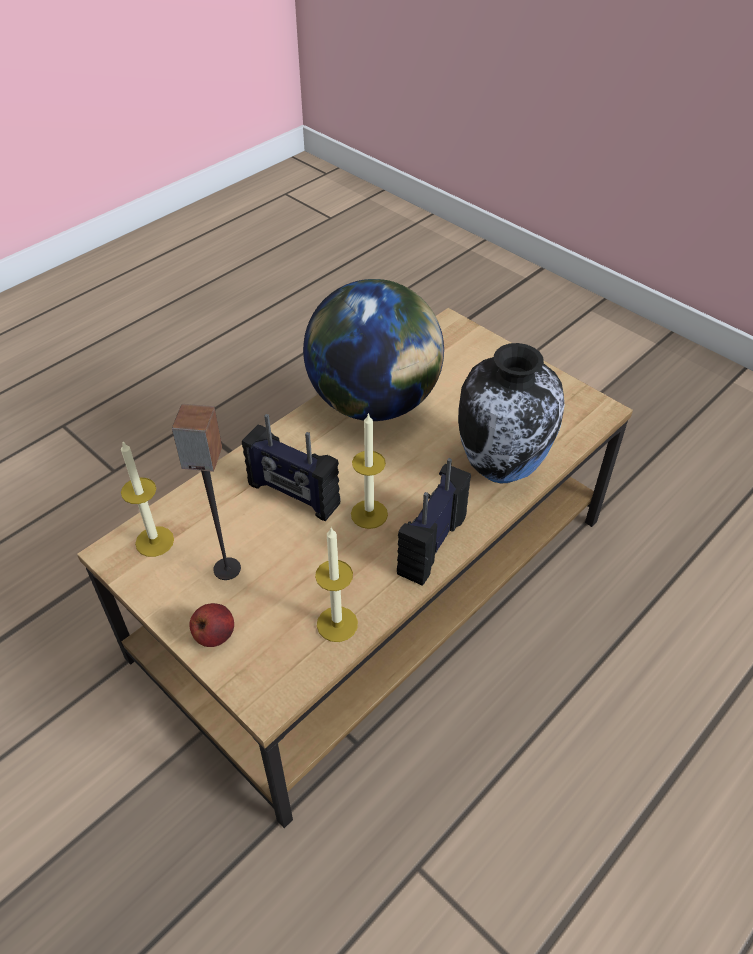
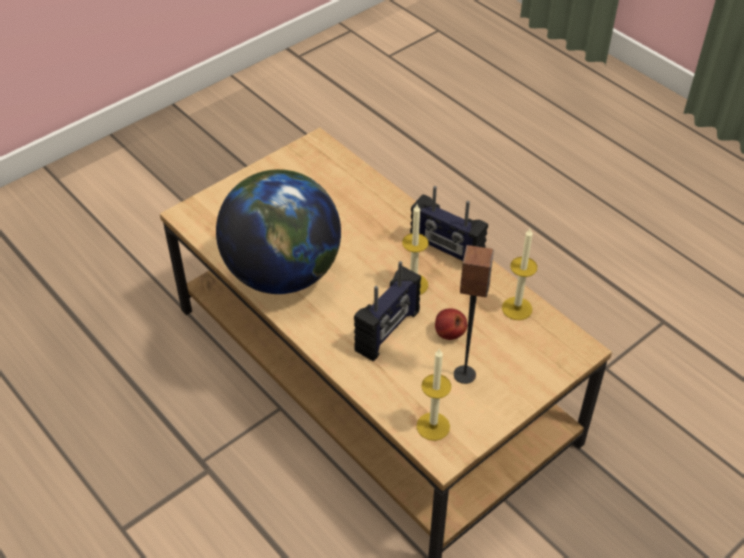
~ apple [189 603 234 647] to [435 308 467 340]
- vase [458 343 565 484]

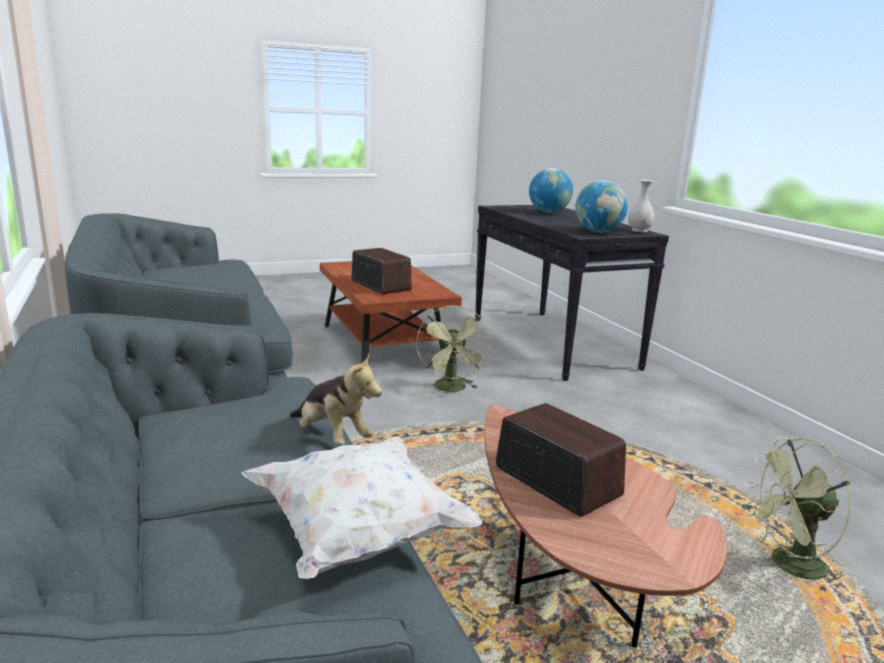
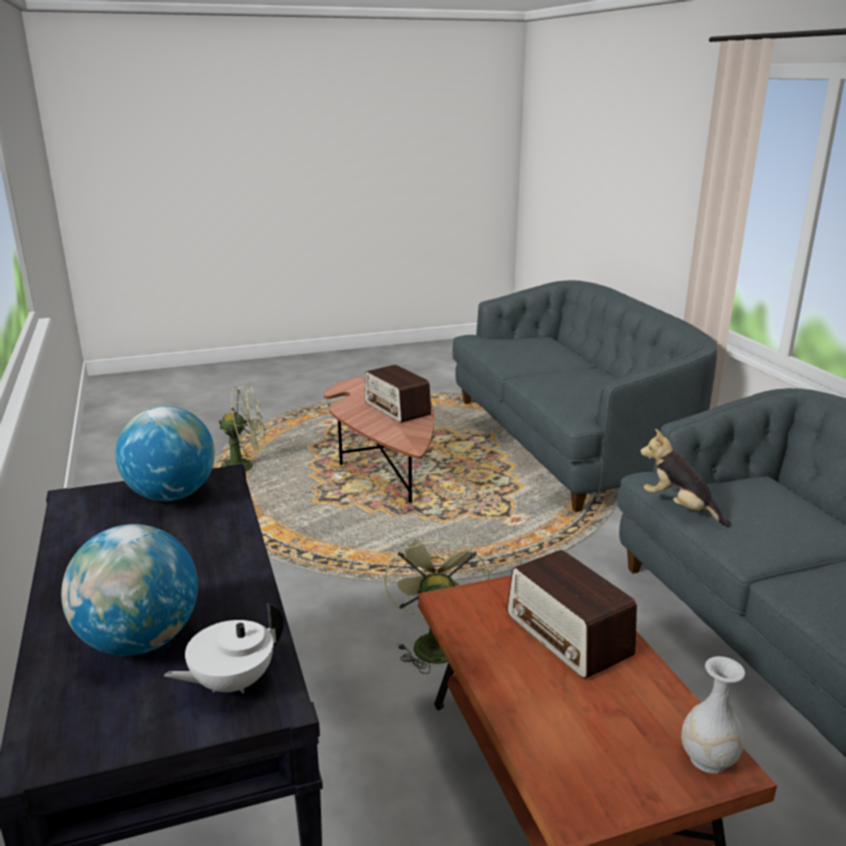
- white pillow [242 436 483 579]
~ plush toy [290 354 382 445] to [640 429 731 527]
~ white vase [628 180 655 232] to [681 656 745 774]
+ white teapot [164 603 284 694]

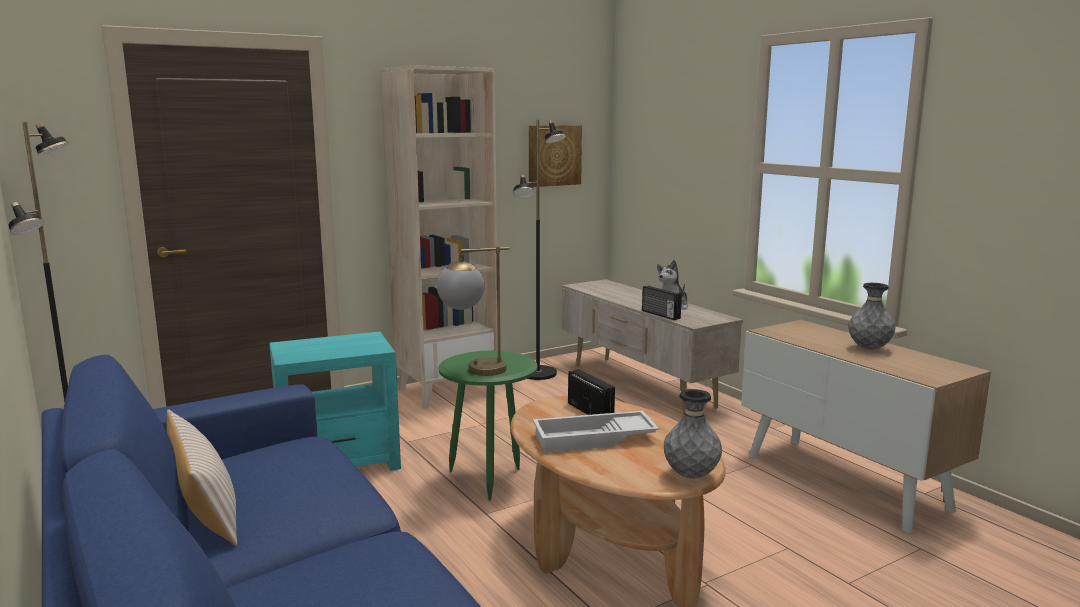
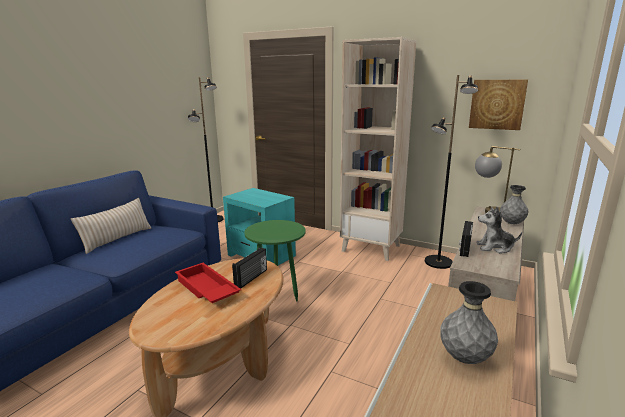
~ table lamp [437 246 509 376] to [475 146 520 213]
~ white tray [533 411 659 453] to red tray [175 263 241 303]
~ grey vase [664 389 722 479] to [500 185 529 224]

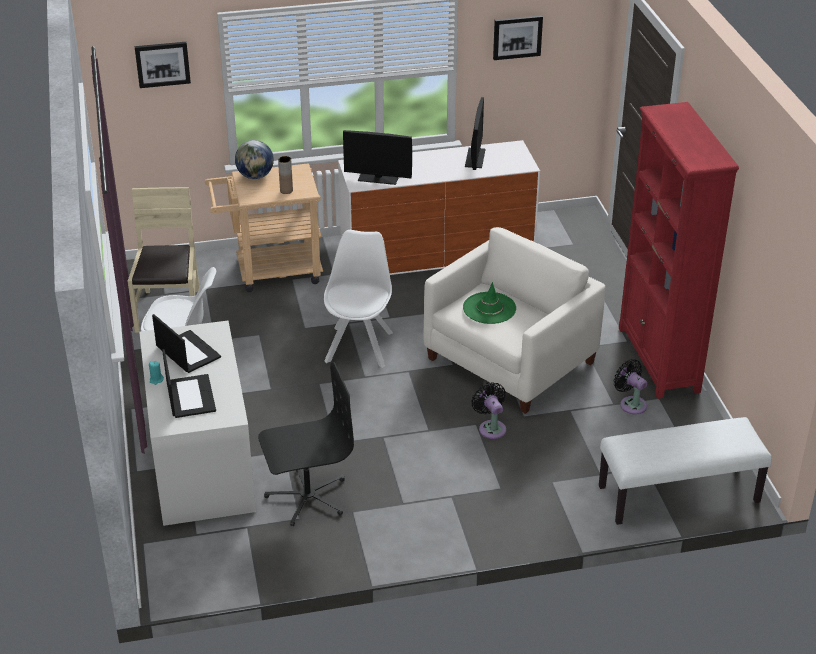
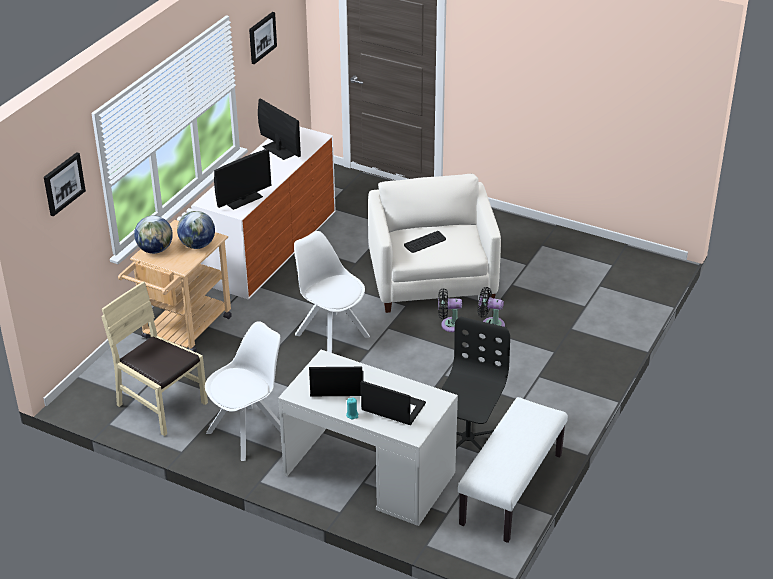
~ brown vase [278 156 293 194] to globe [177 211 215 249]
~ green hat [463 282 516 324] to keyboard [404 231 446 253]
~ white bench [599 417 772 525] to [458 397 568 543]
~ black fan [614 359 647 414] to [438 288 462 332]
- red bookcase [619 102 739 399]

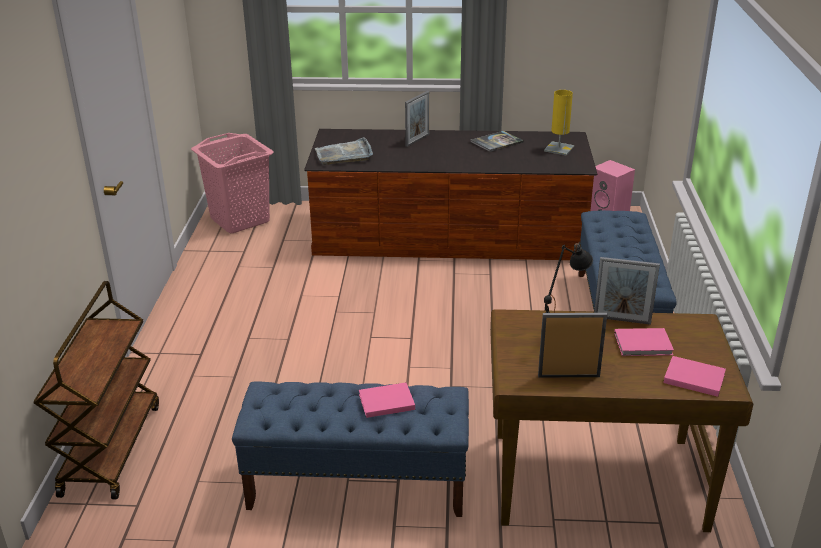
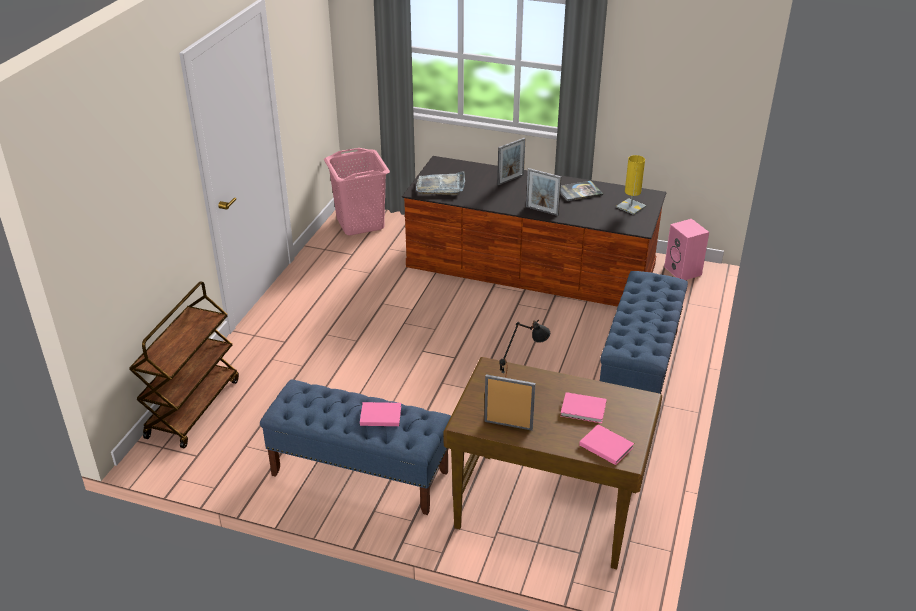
~ picture frame [594 257 660 325] to [526 168 561 216]

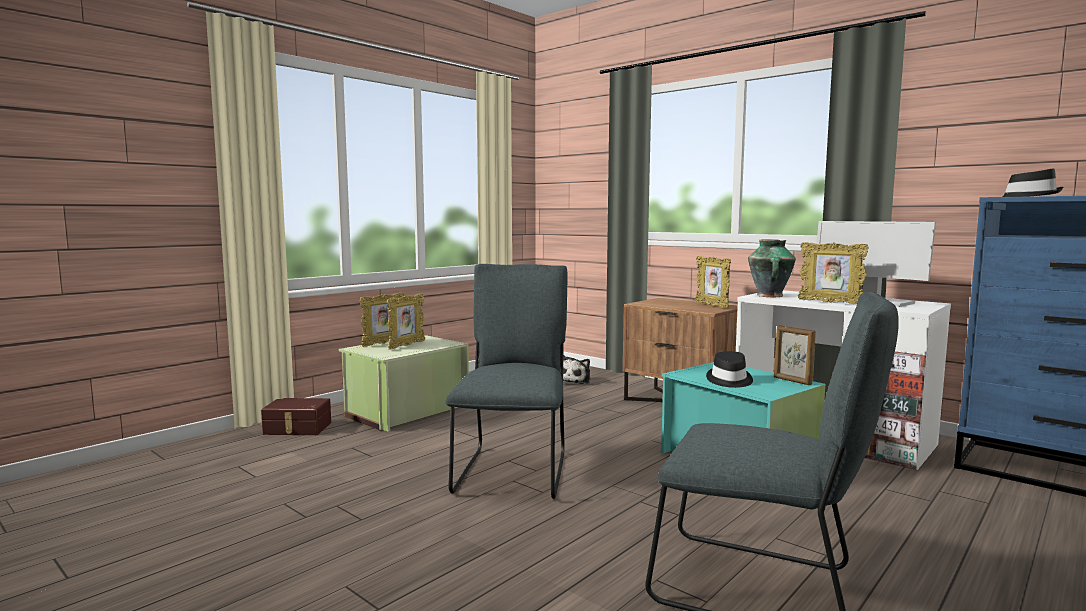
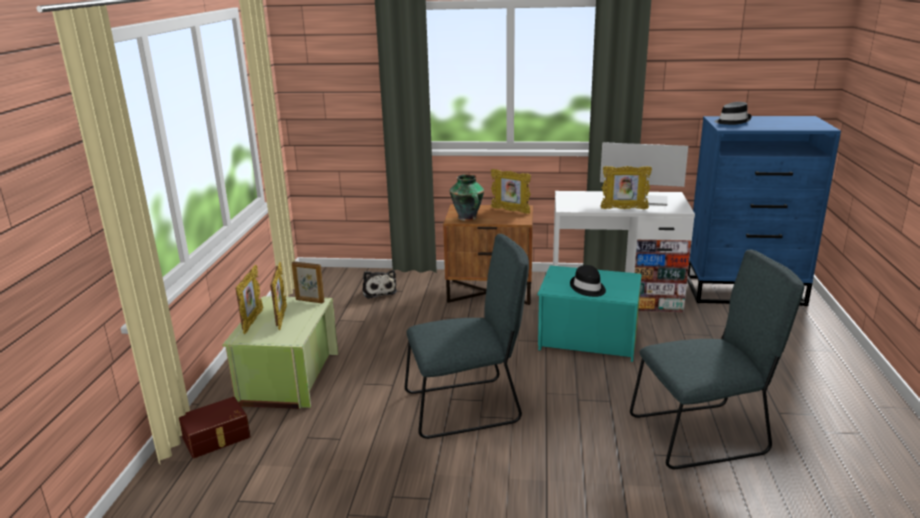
~ grey chair [446 264 567 499] = [405 234 529 439] 105 degrees clockwise
~ vase [748 239 796 297] to [450 174 484 221]
~ picture frame [774 325 816 385] to [292 261 324 304]

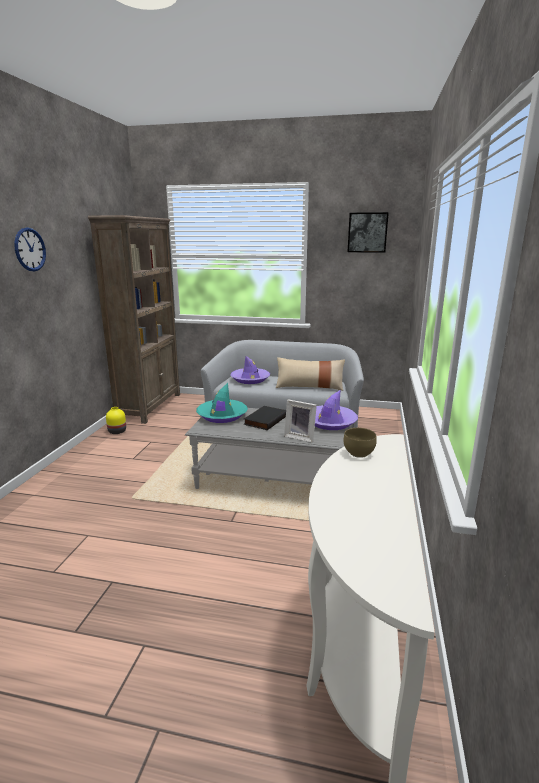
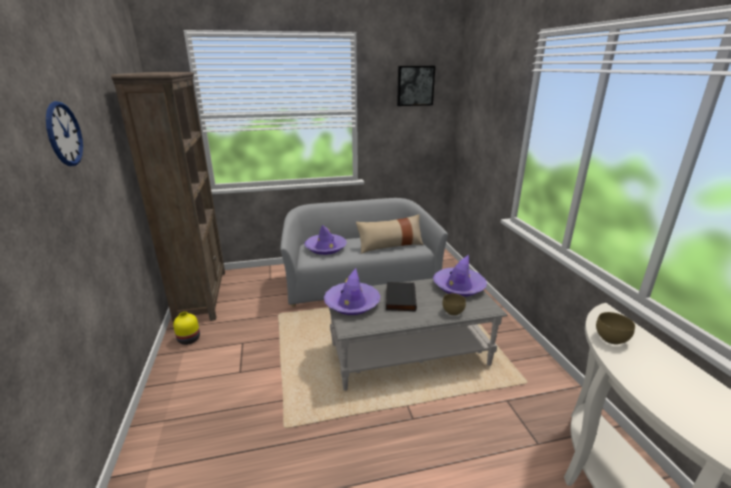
~ turquoise hat [196 383 248 423] to purple hat [324 268 380 315]
~ picture frame [284 399 317 443] to brown bowl [442 293 466 316]

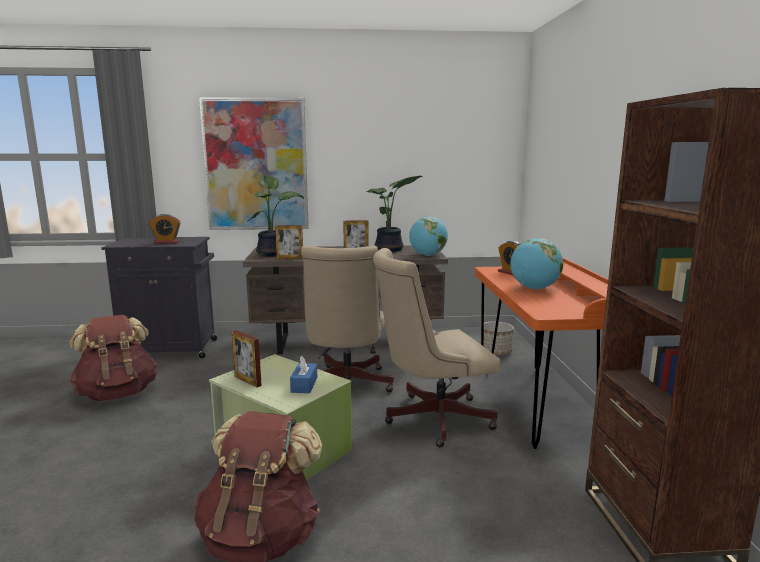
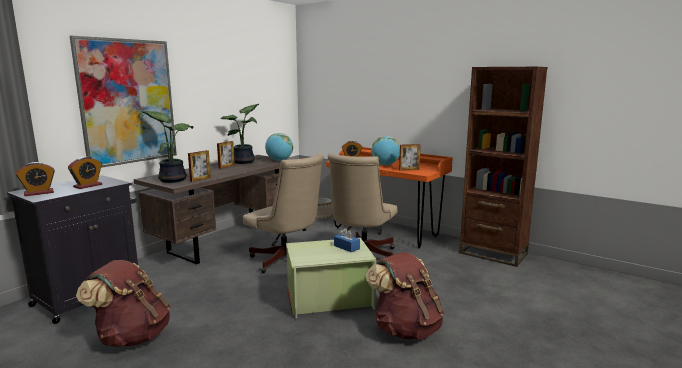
~ picture frame [232 330 262 387] to [399 144 421 171]
+ alarm clock [16 162 55 196]

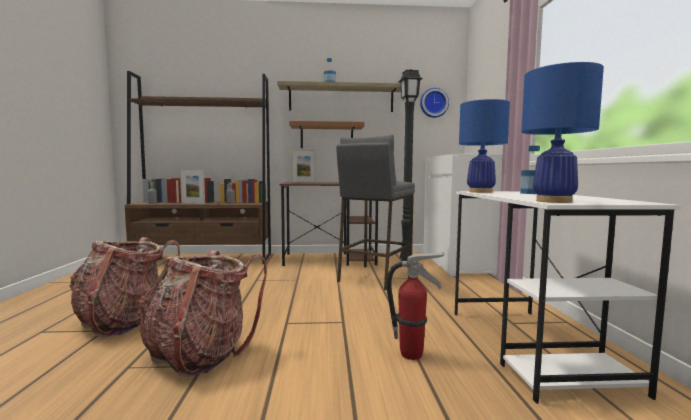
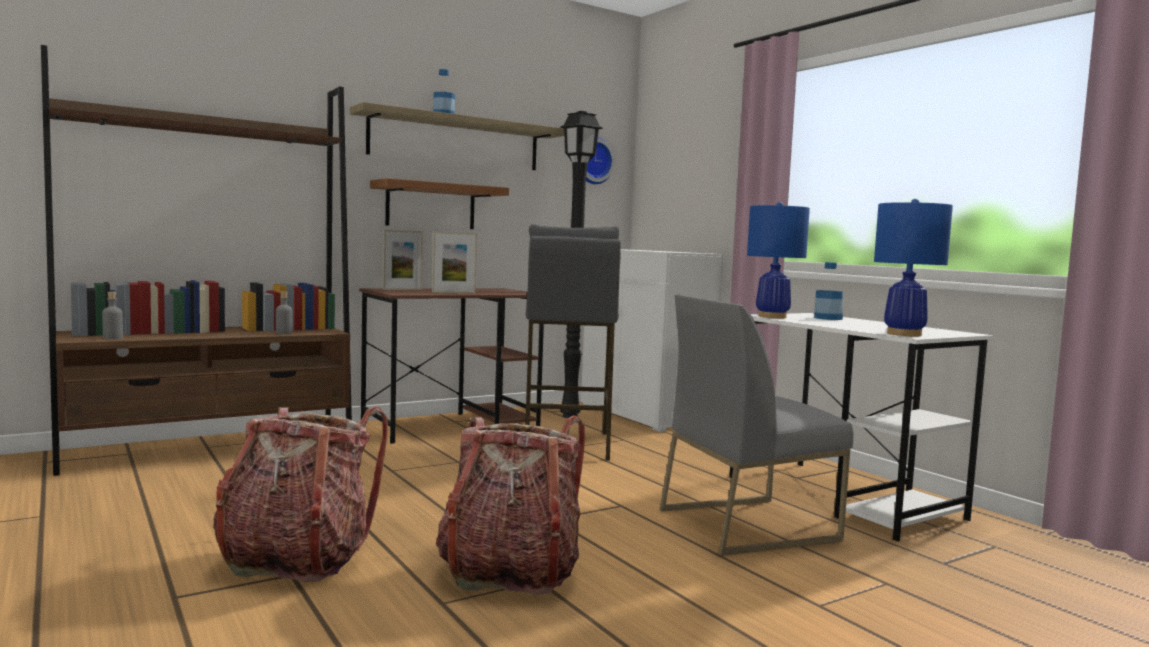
~ picture frame [180 169 205 204] to [432 232 477 293]
~ fire extinguisher [387 252 444 360] to grey chair [660 294 854 556]

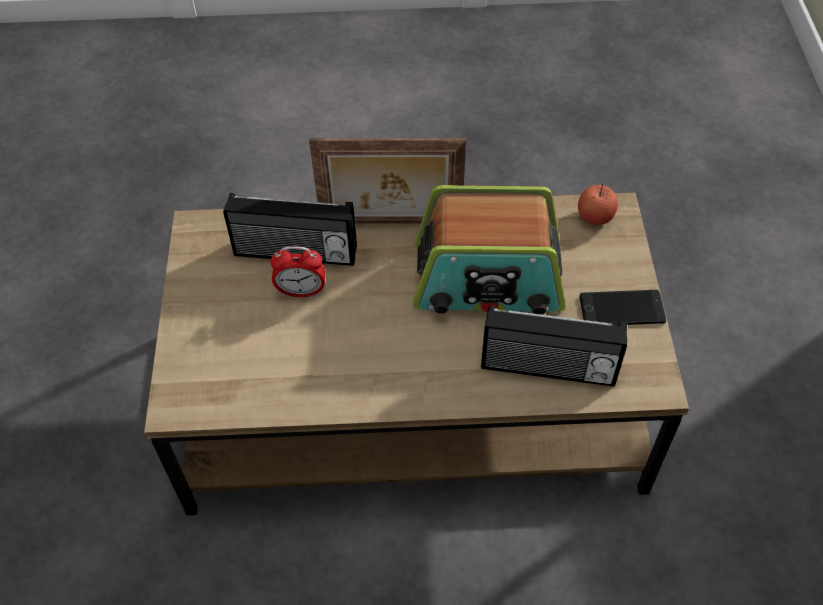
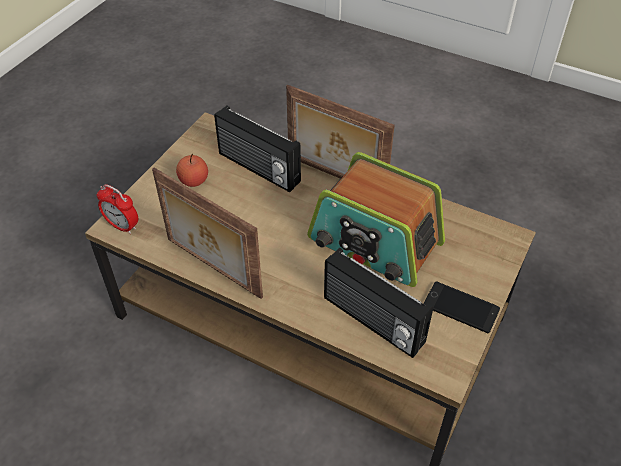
~ alarm clock [270 246 325 297] to [97 184 138 234]
~ apple [578 183 618 225] to [176 154 208 187]
+ picture frame [152 168 263 299]

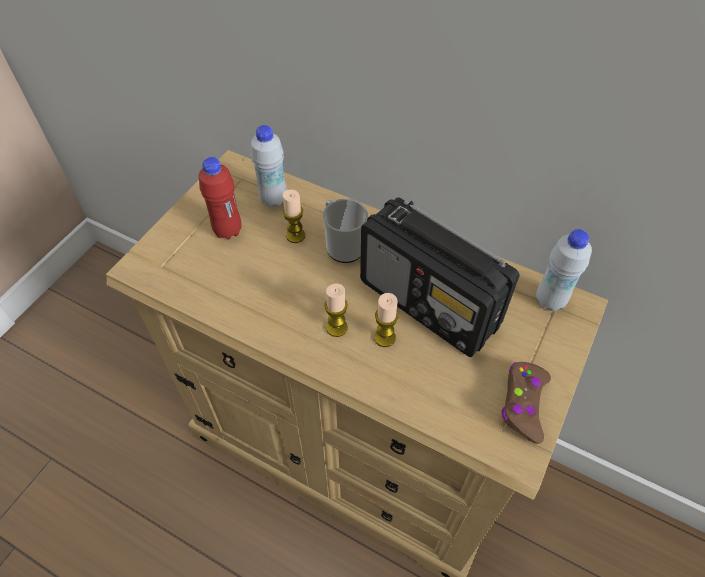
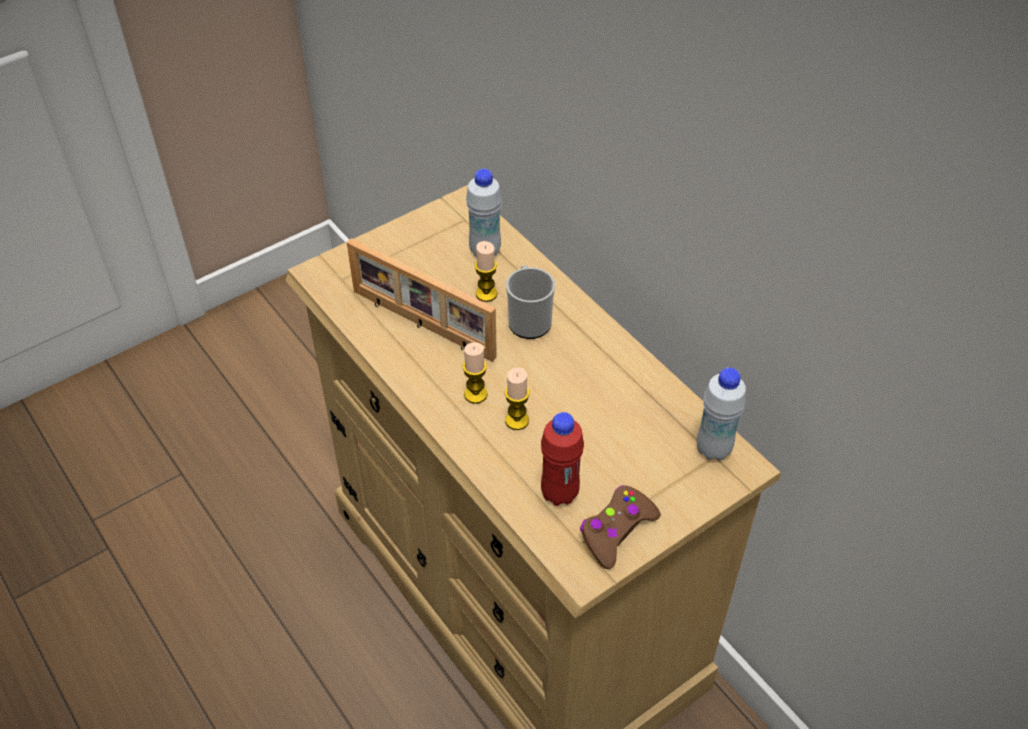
~ red bottle [199 157 242 240] to [541 412 584 506]
- radio [360 197 519 357]
+ picture frame [347 238 497 362]

